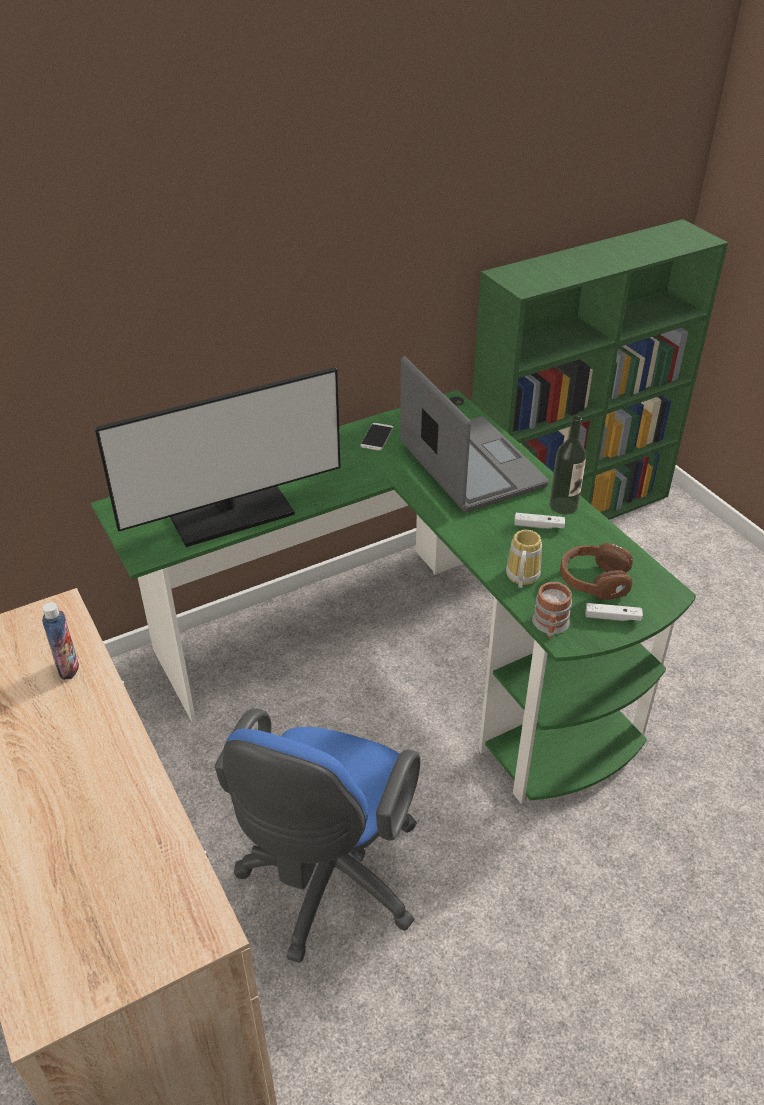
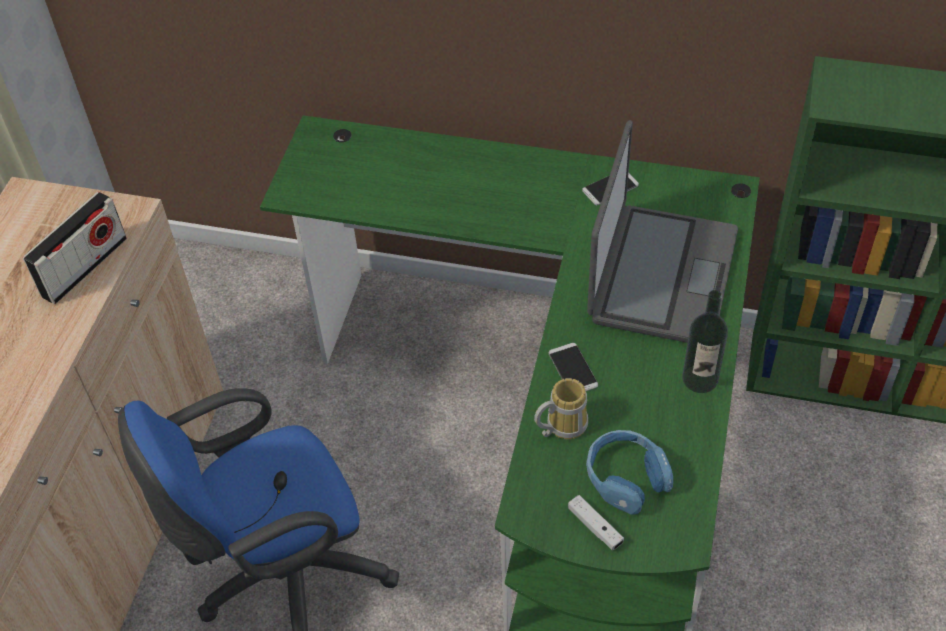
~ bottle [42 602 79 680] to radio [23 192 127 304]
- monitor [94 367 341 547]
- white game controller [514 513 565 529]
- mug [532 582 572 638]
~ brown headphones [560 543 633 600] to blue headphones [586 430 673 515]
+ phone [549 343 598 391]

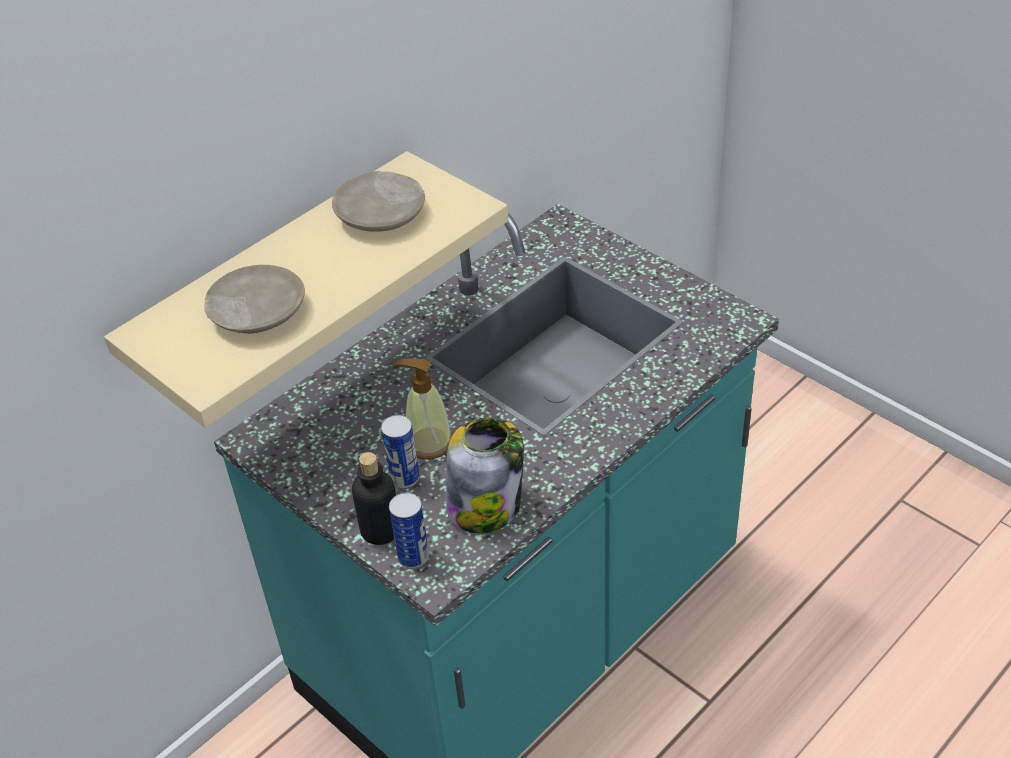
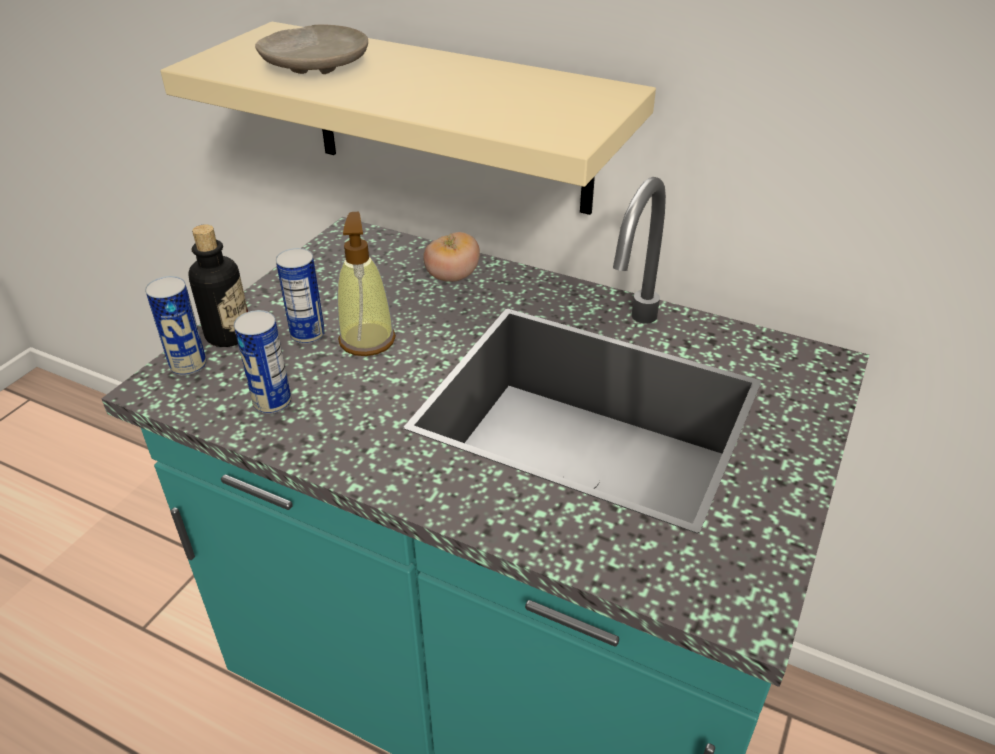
- beige plate [332 171 425 232]
~ jar [446 418 524 533] to can [234 310 291 414]
+ tomato [423 232 480 282]

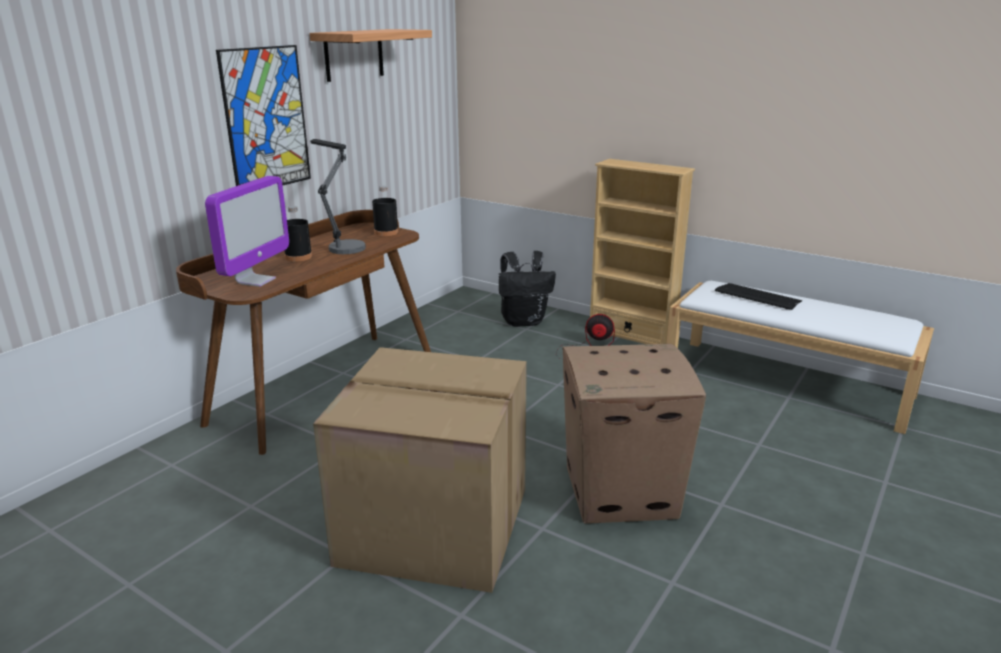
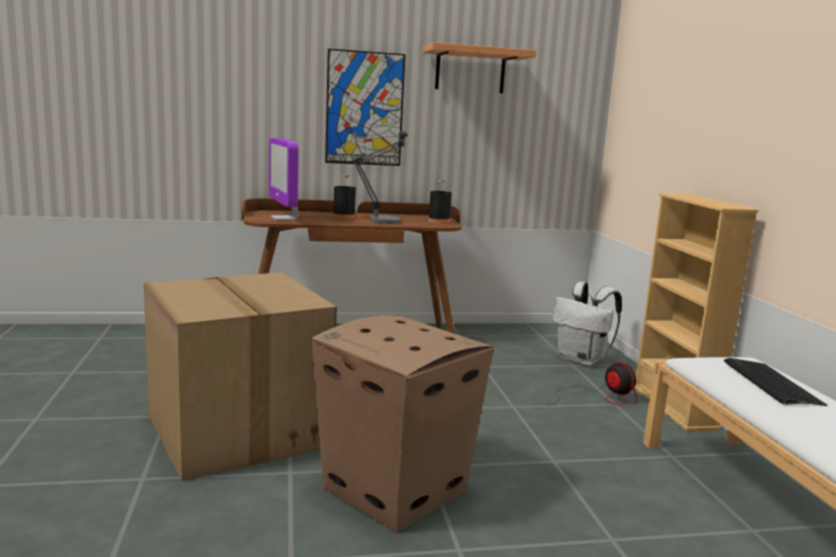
~ monitor [205 176 289 287] = [269 138 299 220] 90 degrees clockwise
~ black backpack [499 251 556 327] to white backpack [552 282 622 366]

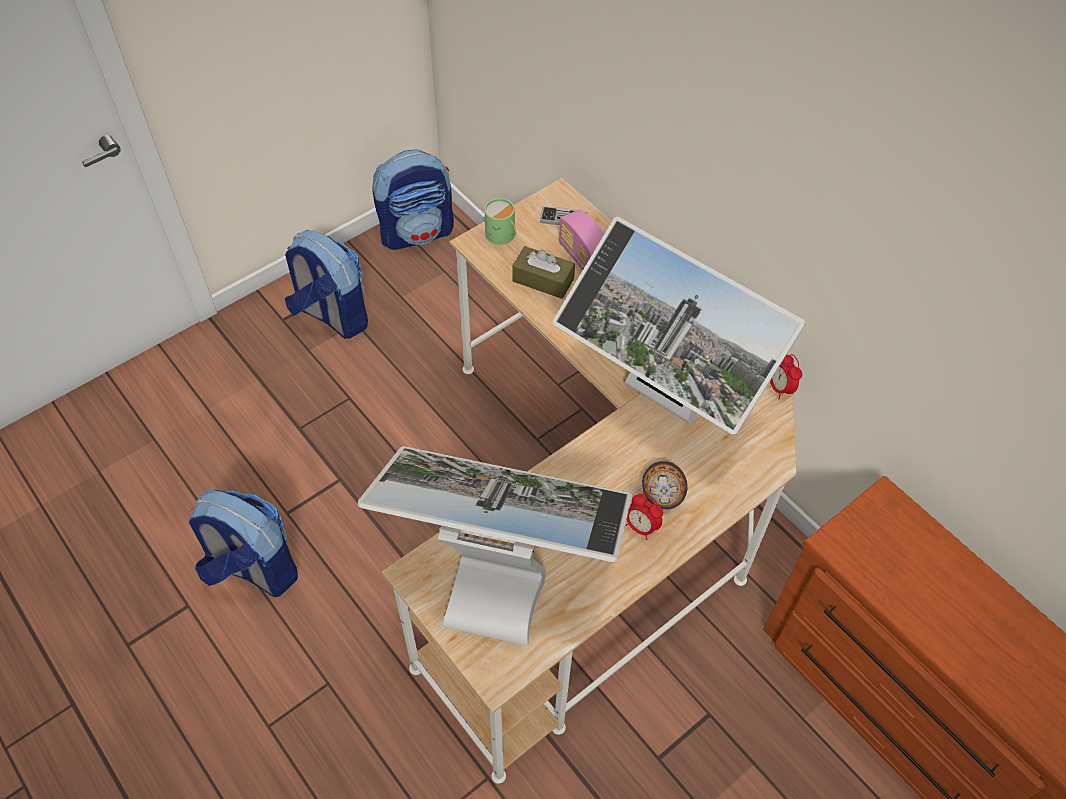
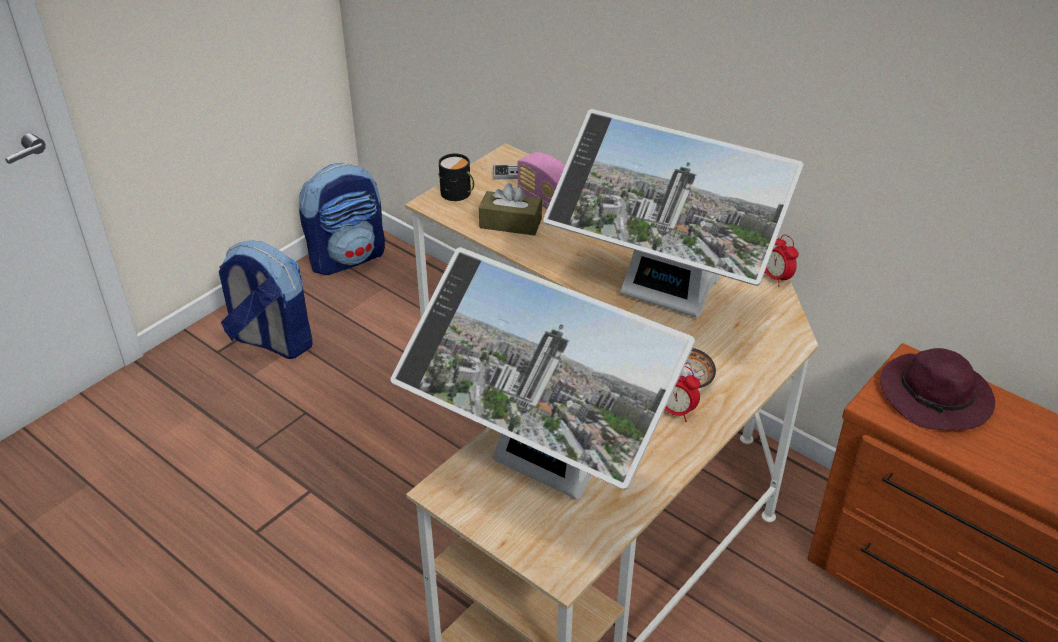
- backpack [188 489 298 597]
~ monitor [357 446 632 646] = [391 247 695 499] 150 degrees counterclockwise
~ green mug [484 198 516 245] to black mug [439 153 474 201]
+ purple hat [880 348 995 430]

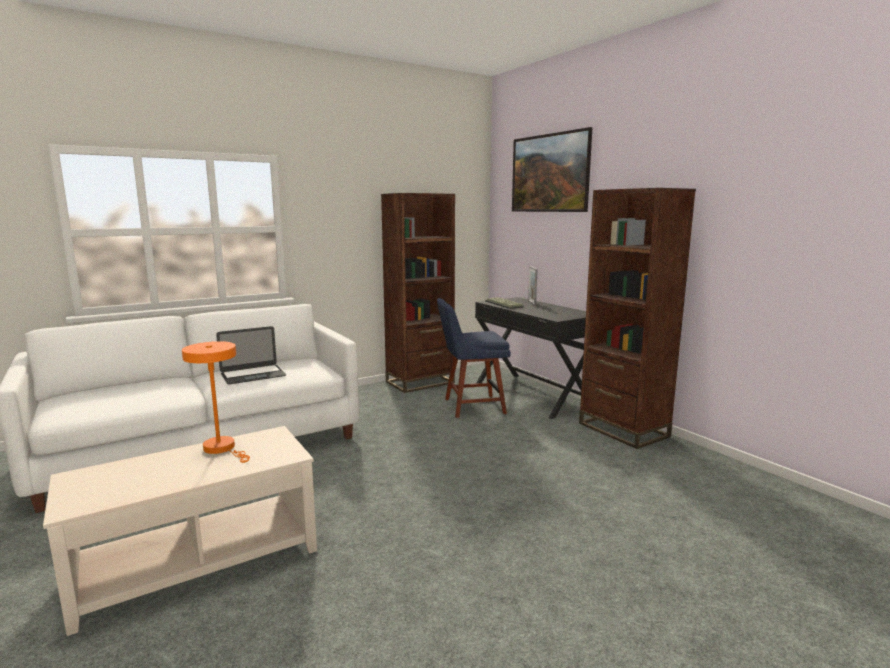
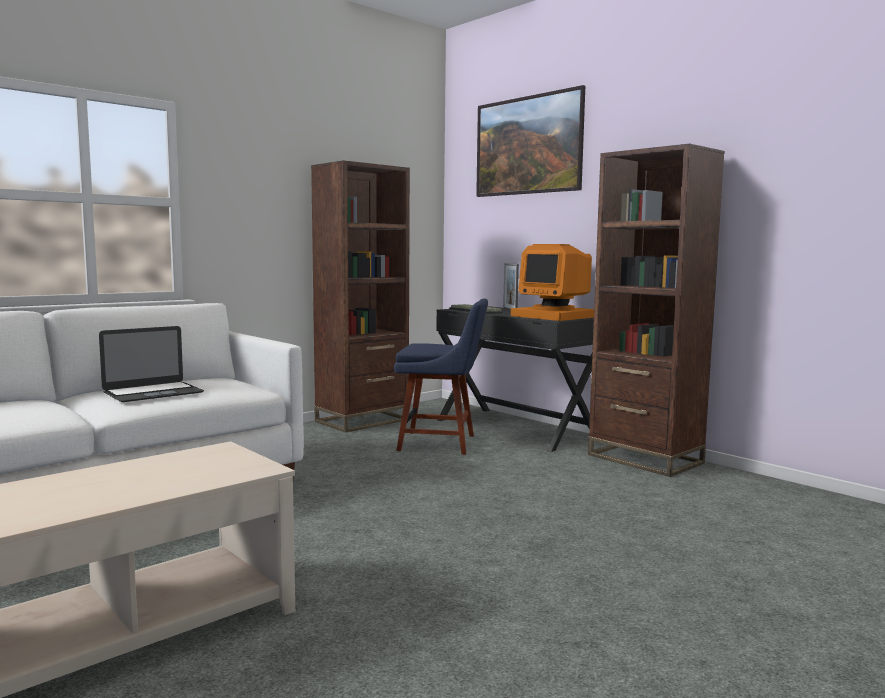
- orange table lamp [182 341 250 463]
~ blue chair [437 298 511 418] = [394 298 488 455] 150 degrees counterclockwise
+ monitor [511 244 594 321]

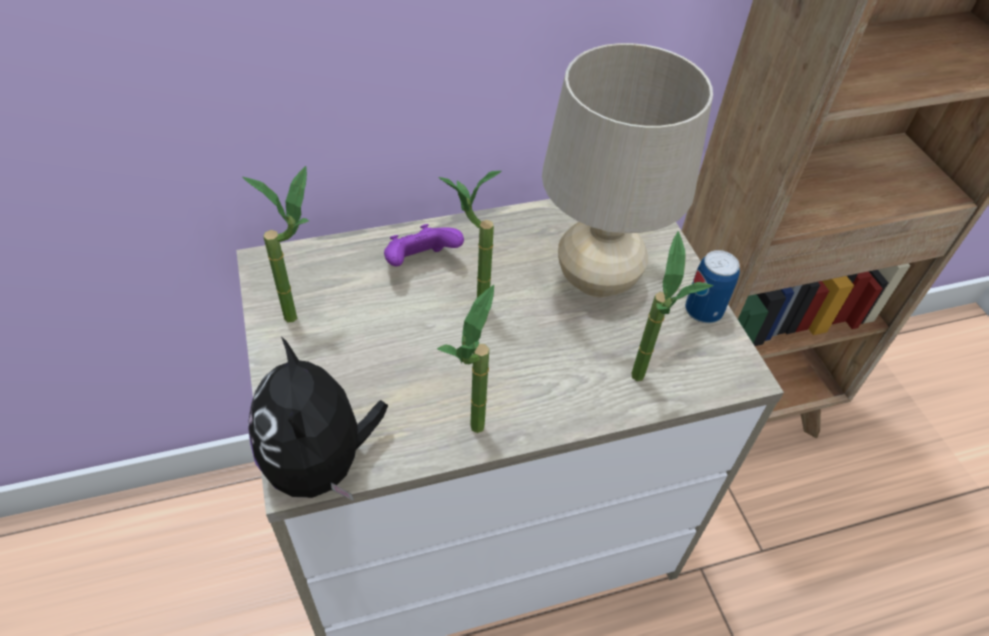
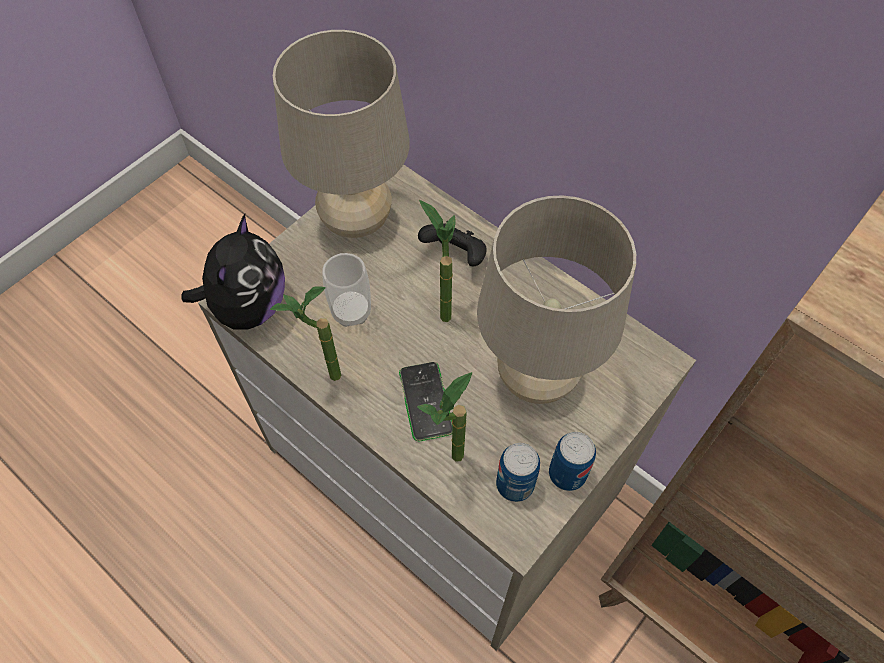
~ potted plant [242 166 309 322] to beige table lamp [273 30 410 238]
~ plush toy [248 336 388 501] = [182 214 285 329] 150 degrees clockwise
~ purple game controller [384 224 464 266] to black game controller [418 221 487 267]
+ cup [322 253 371 327]
+ phone [399 362 453 442]
+ can [496 443 540 502]

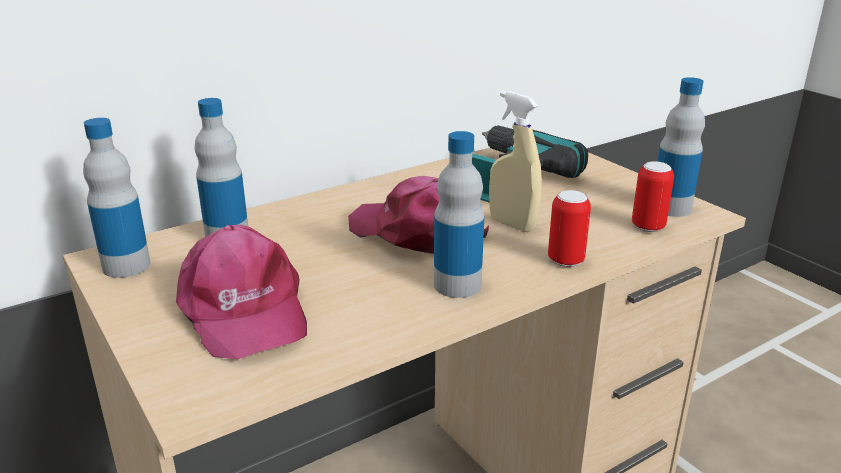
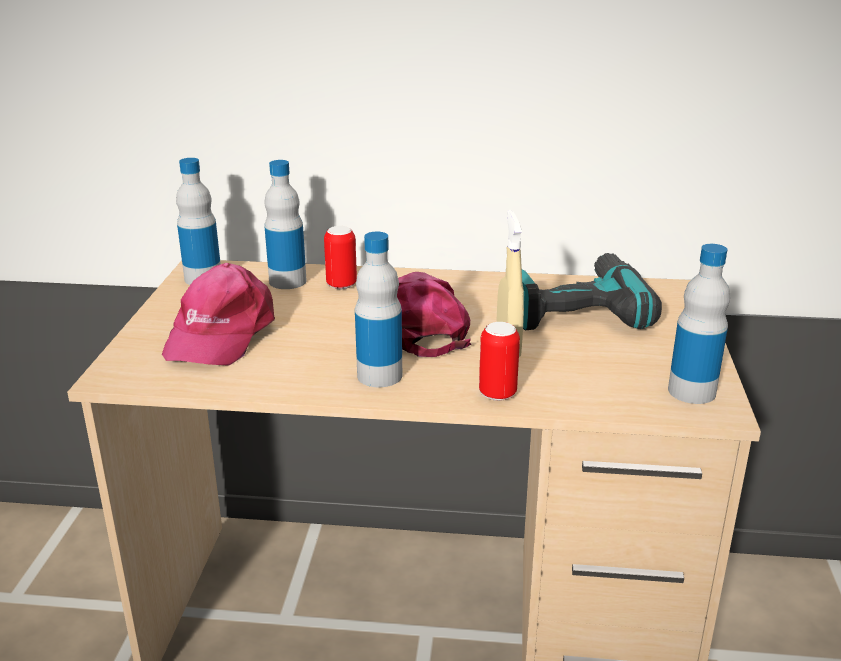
~ can [632 161 674 232] to [324 226 357 289]

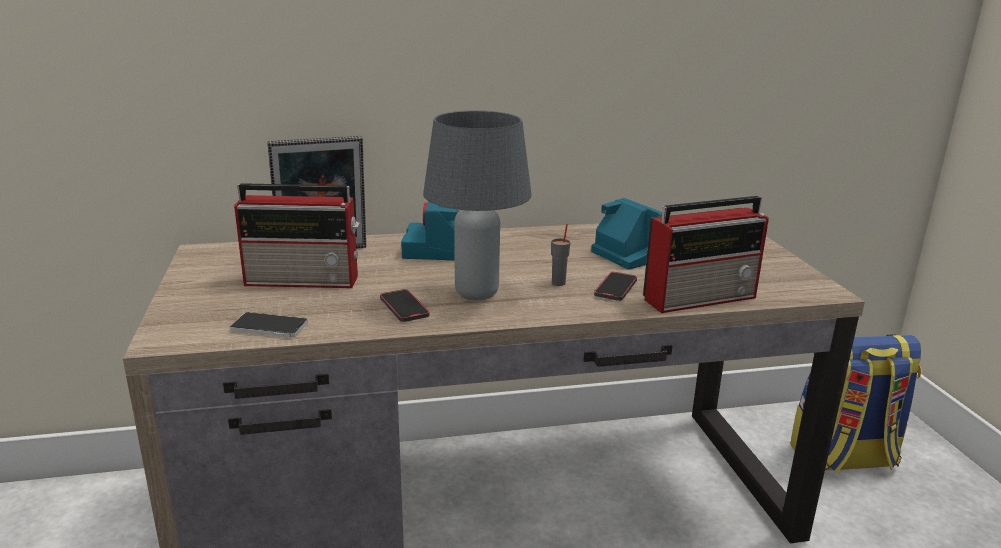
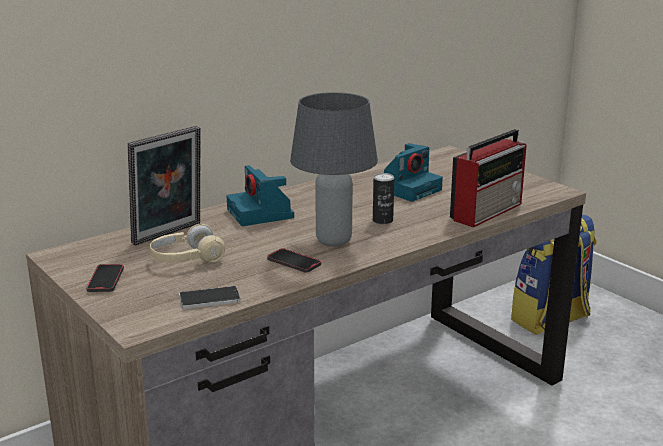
~ radio [234 183 360 288] to beige headphones [150 224 225 263]
~ grey cup [551 224 570 286] to can [373 173 394 224]
~ photo camera [591 198 662 270] = [384 143 443 202] 105 degrees clockwise
~ phone [594 272 637 301] to [86 264 124 292]

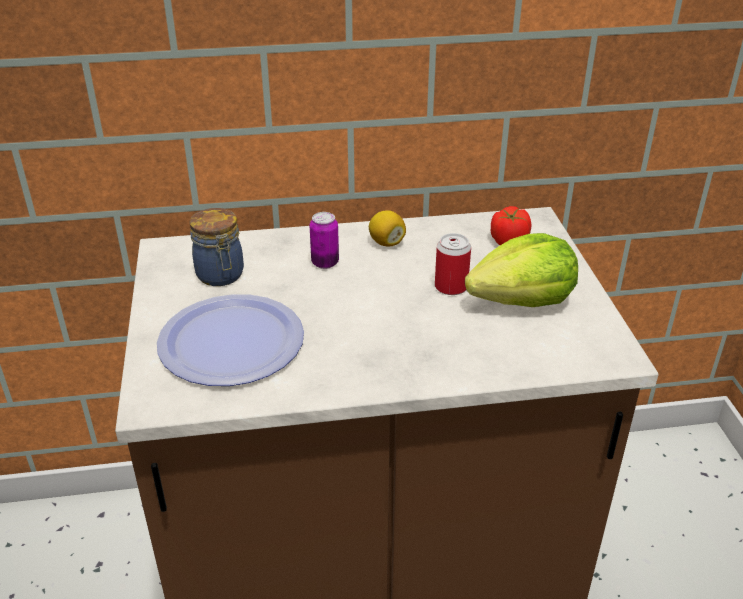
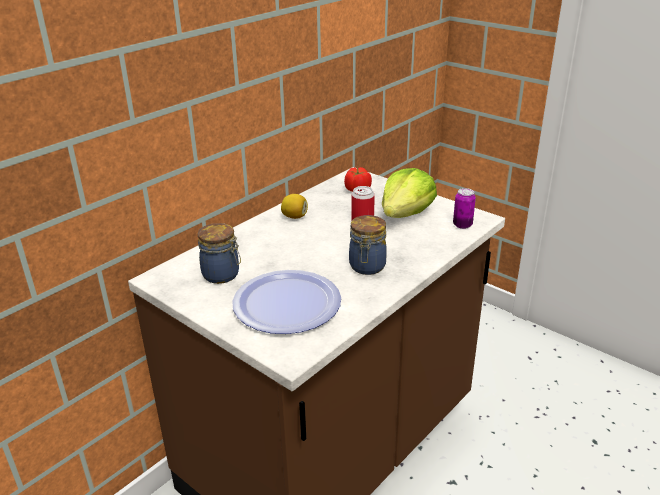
~ can [309 212 339 269] to [453 188 476 229]
+ jar [349 215 387 275]

